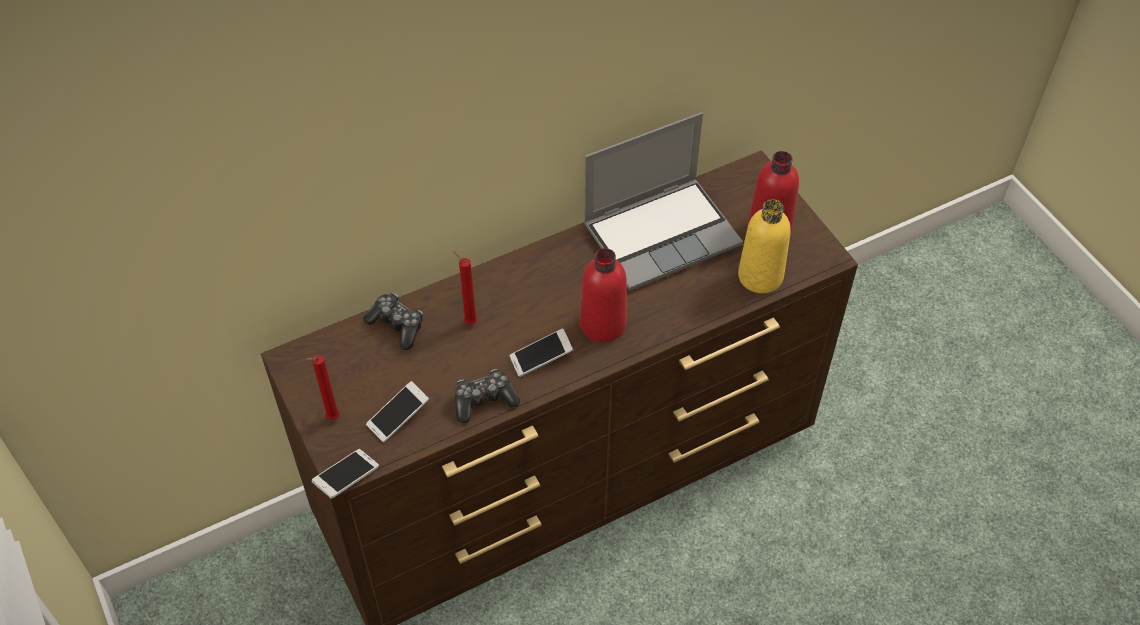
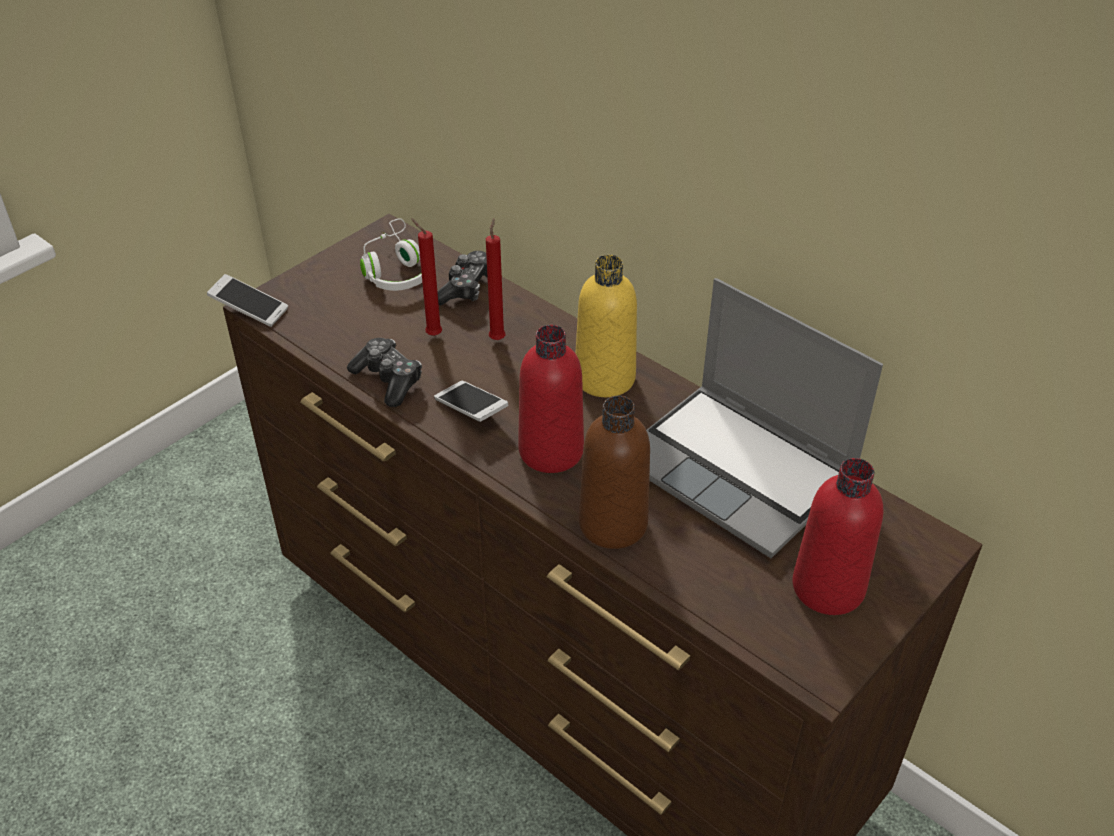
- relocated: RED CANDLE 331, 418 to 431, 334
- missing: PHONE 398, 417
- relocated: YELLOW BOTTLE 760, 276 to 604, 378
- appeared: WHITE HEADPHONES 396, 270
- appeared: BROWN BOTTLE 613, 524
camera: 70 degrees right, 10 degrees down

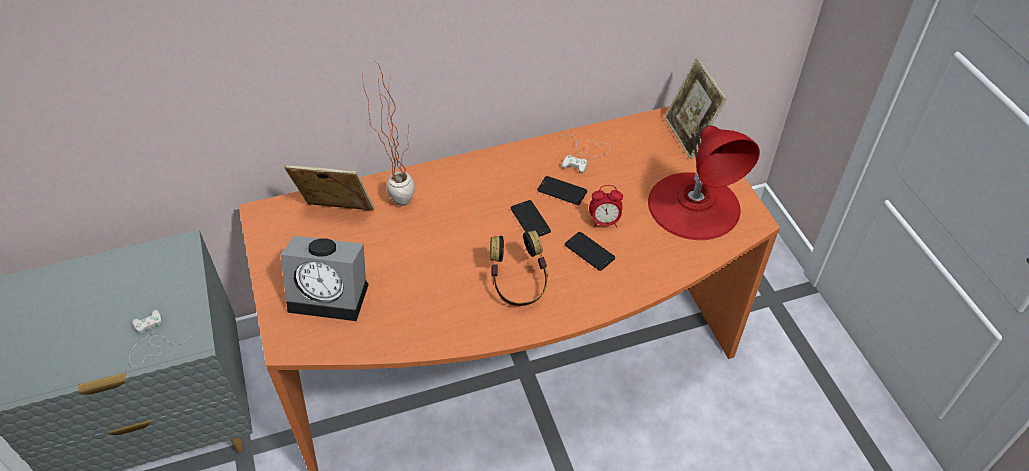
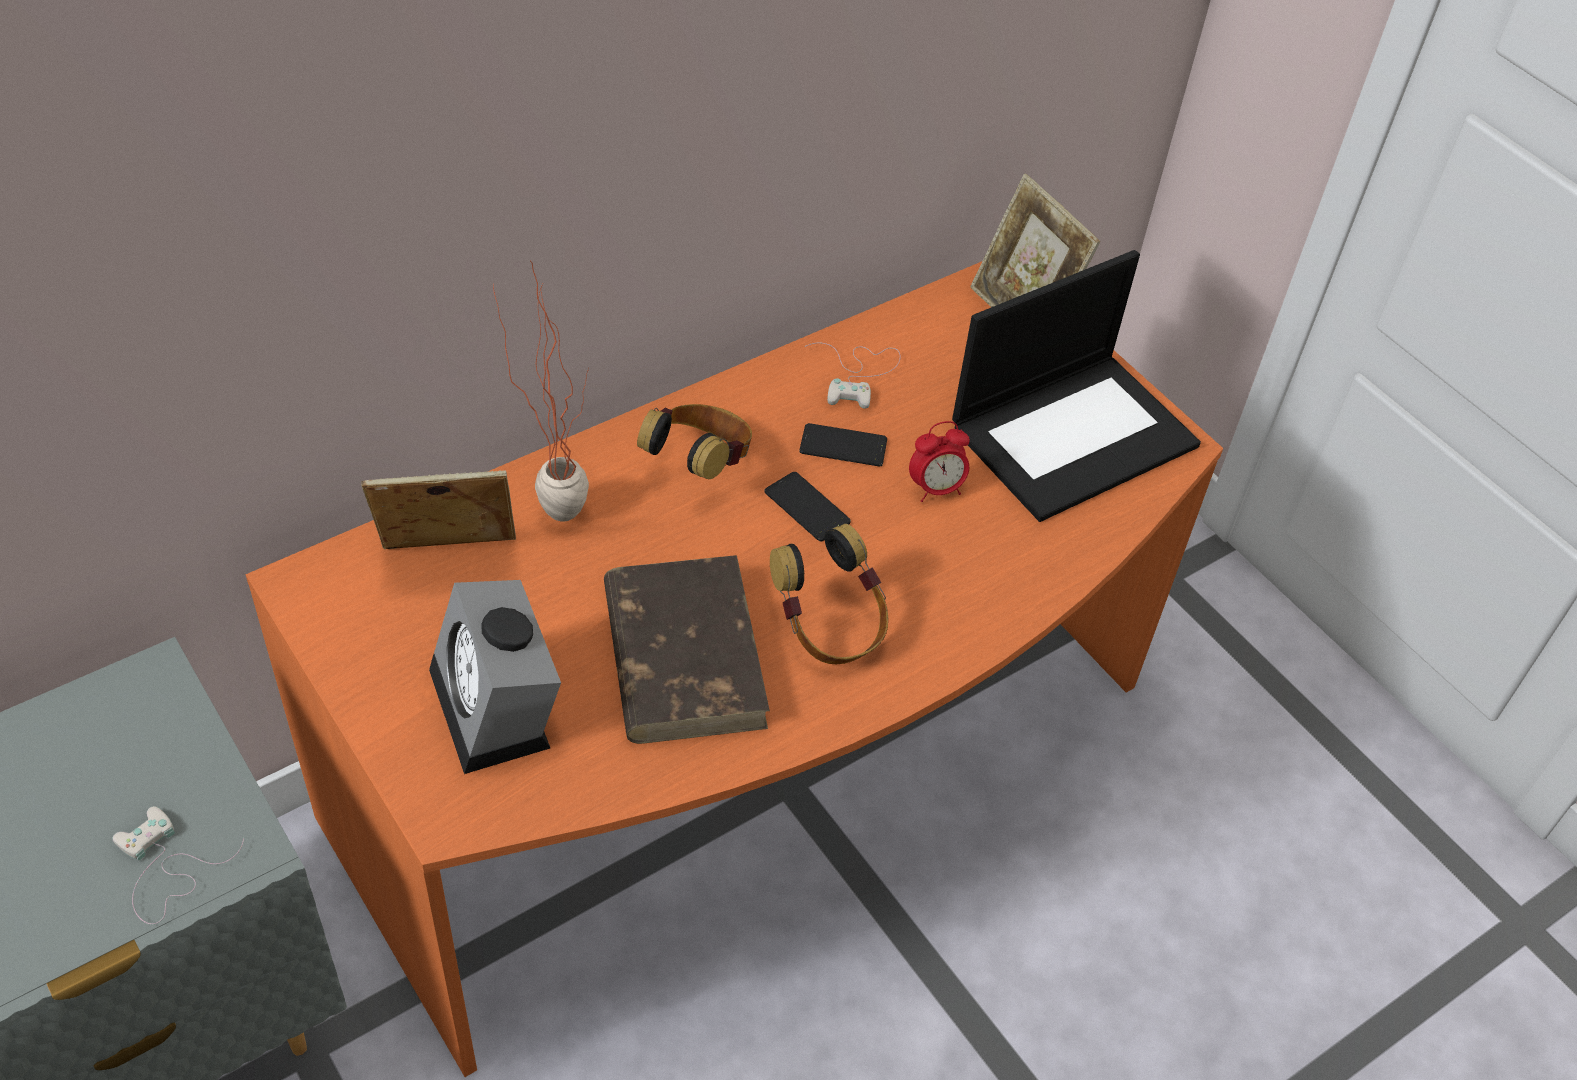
- spun: ALARM CLOCK 332, 295 = 498, 710 75 degrees clockwise
- missing: PHONE 589, 251
- exchanged: RED TABLE LAMP 694, 205 to LAPTOP 1074, 434
- appeared: BROWN BOOK 683, 654
- appeared: HEADPHONES 699, 464
camera: 20 degrees left, 0 degrees up

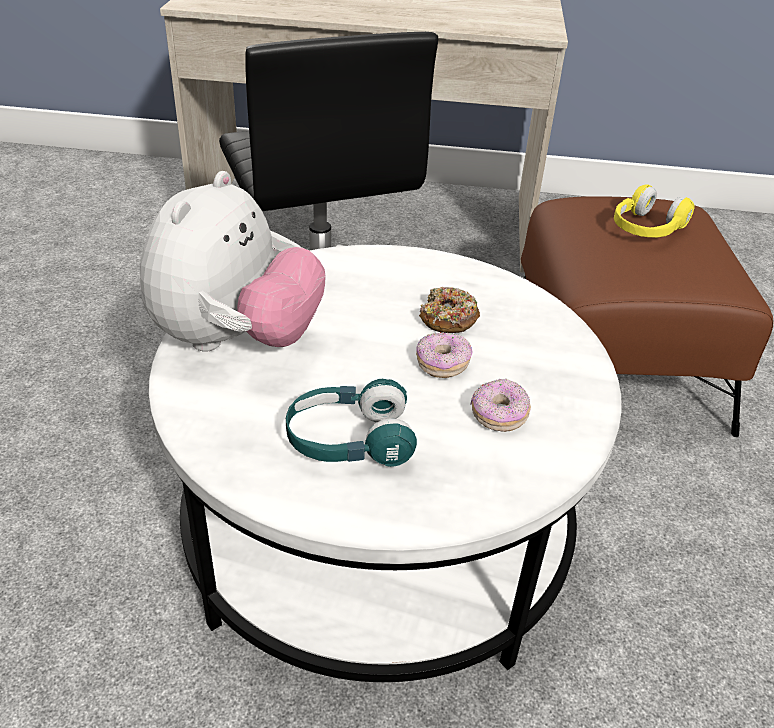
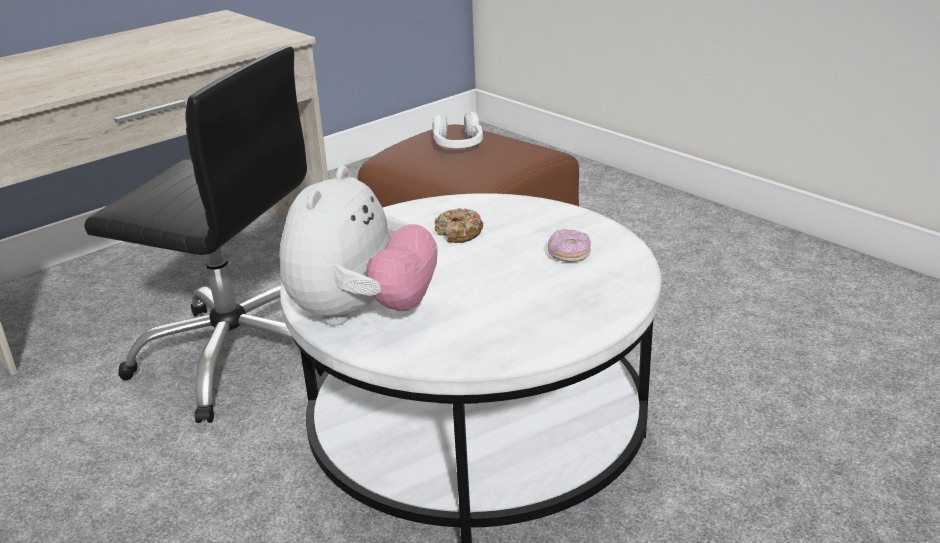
- spun: PLUSH TOY 237, 340 = 362, 314 45 degrees clockwise
- missing: TURQUOISE HEADPHONES 349, 441
- missing: DONUT 442, 364
- colour: YELLOW HEADPHONES 646, 229 to WHITE HEADPHONES 458, 145
camera: 45 degrees left, 10 degrees down

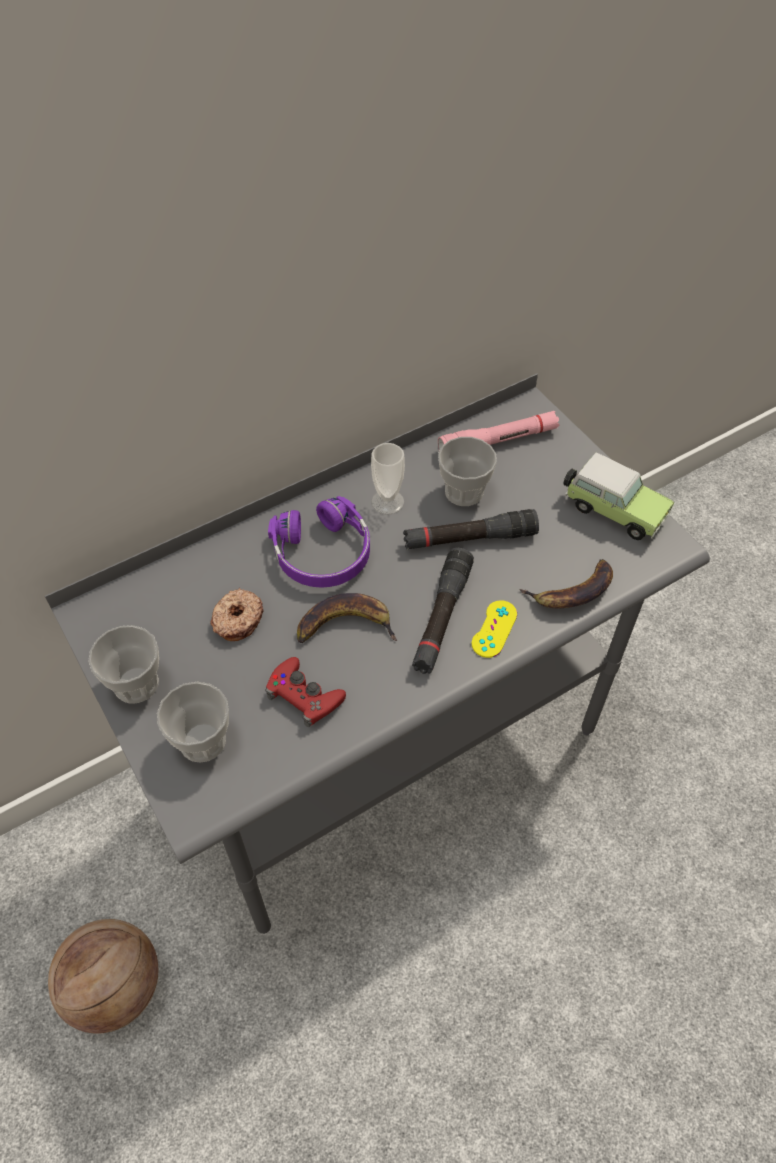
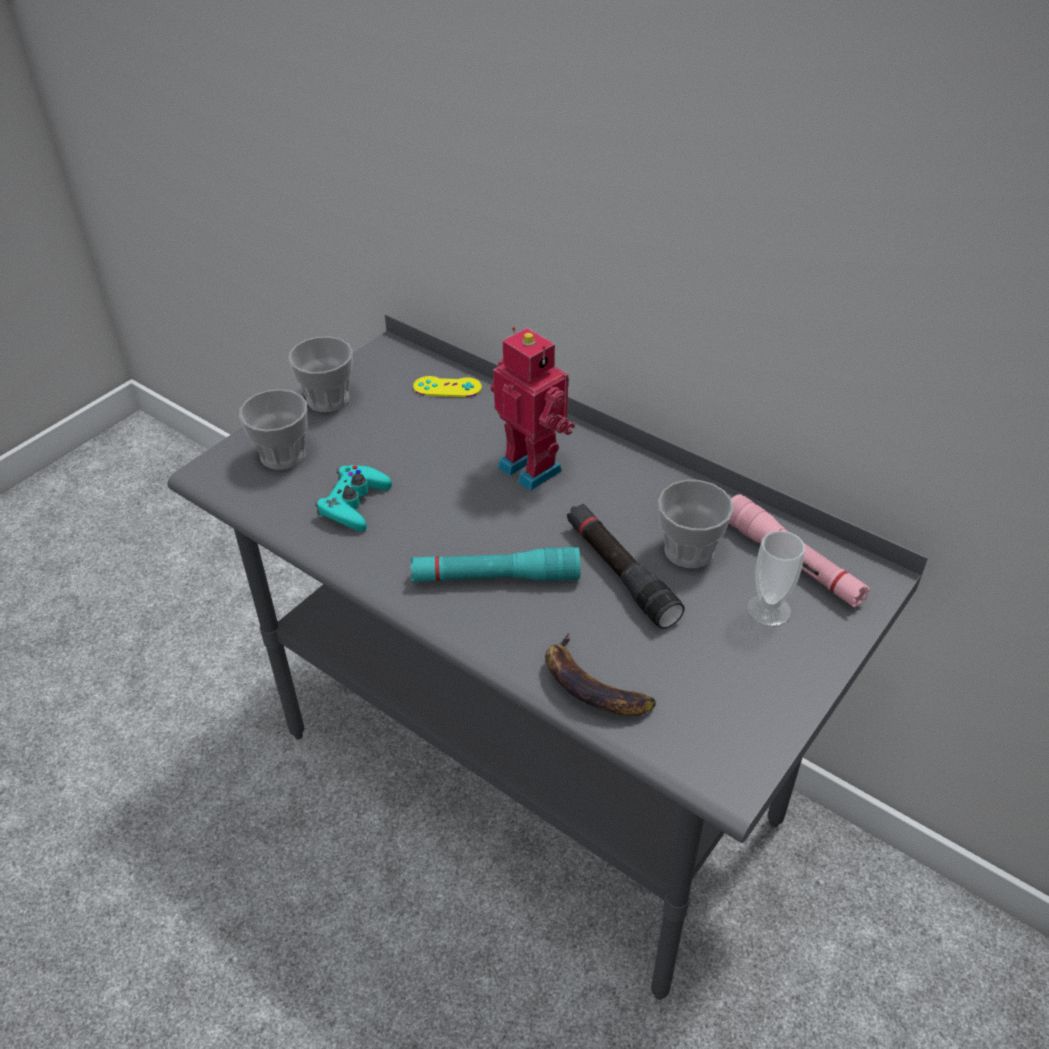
- missing: BASKETBALL 116, 987
- missing: DONUT 237, 619
- colour: RED GAME CONTROLLER 304, 696 to TURQUOISE GAME CONTROLLER 354, 503
- exchanged: PURPLE HEADPHONES 323, 554 to TOY ROBOT 533, 467
- missing: BANANA 345, 625
- relocated: CUP 387, 502 to 768, 610
- colour: BLACK FLASHLIGHT 441, 617 to TURQUOISE FLASHLIGHT 495, 577
- relocated: YELLOW GAME CONTROLLER 494, 629 to 447, 387
- missing: TOY CAR 612, 510
camera: 70 degrees right, 10 degrees down

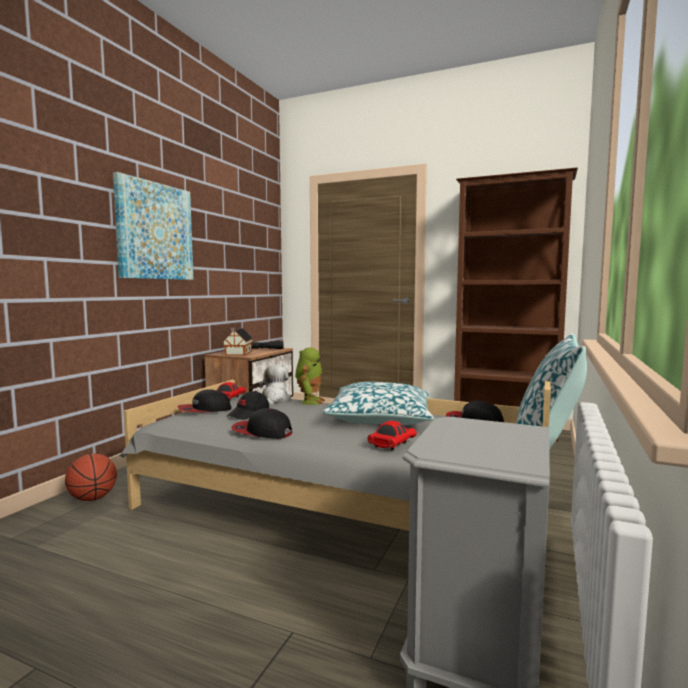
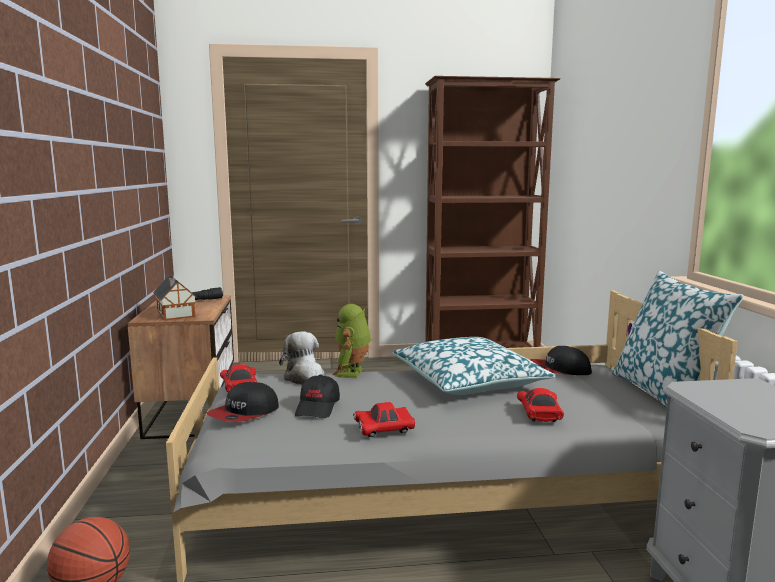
- missing: PICTURE 154, 231
- exchanged: CAP 261, 432 to RED TOY CAR 384, 431
- spun: TOY ROBOT 309, 401 = 352, 373 150 degrees counterclockwise
camera: 30 degrees left, 5 degrees up

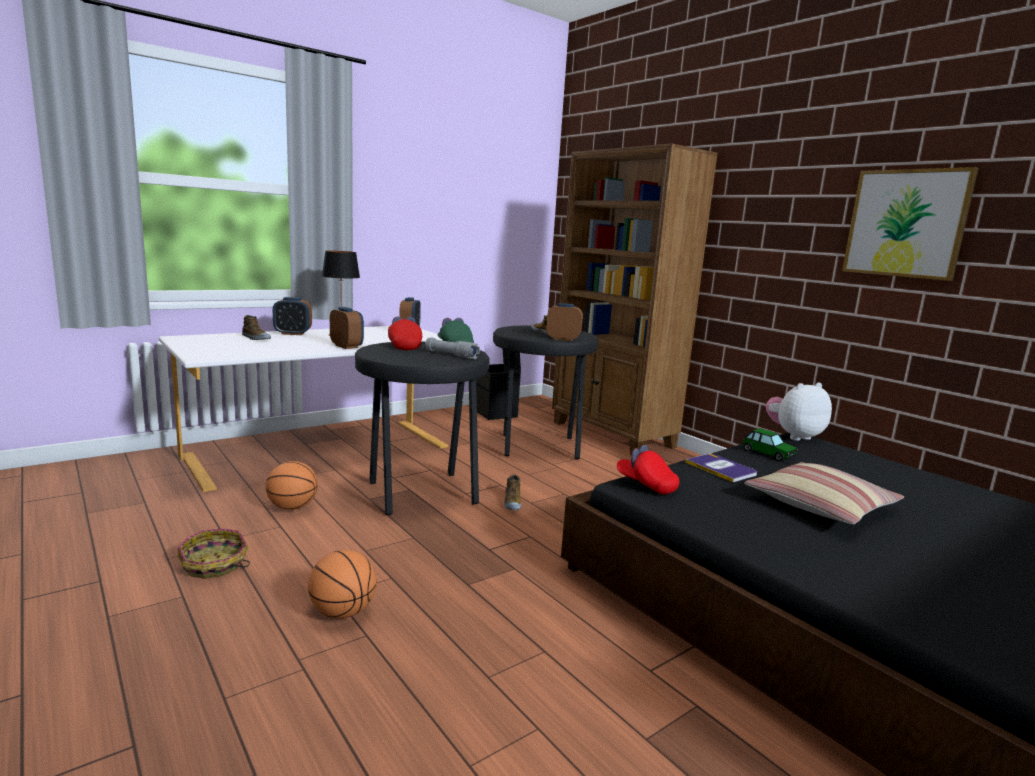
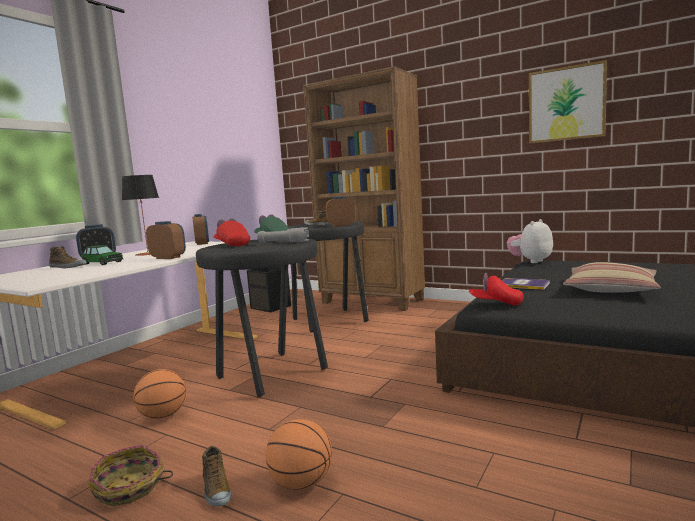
- relocated: SHOE 512, 503 to 216, 490
- relocated: TOY CAR 768, 453 to 102, 263
camera: 20 degrees left, 5 degrees down

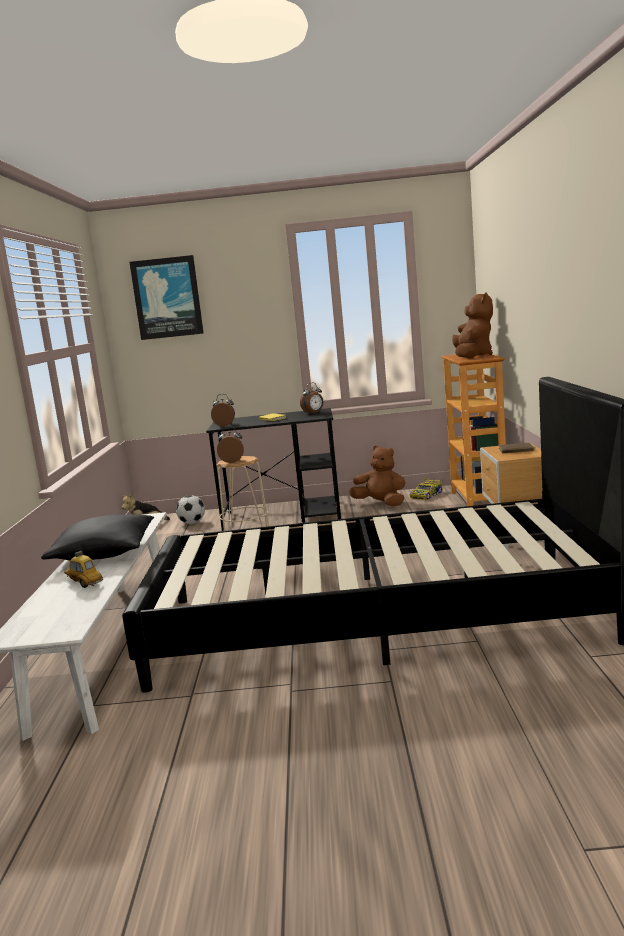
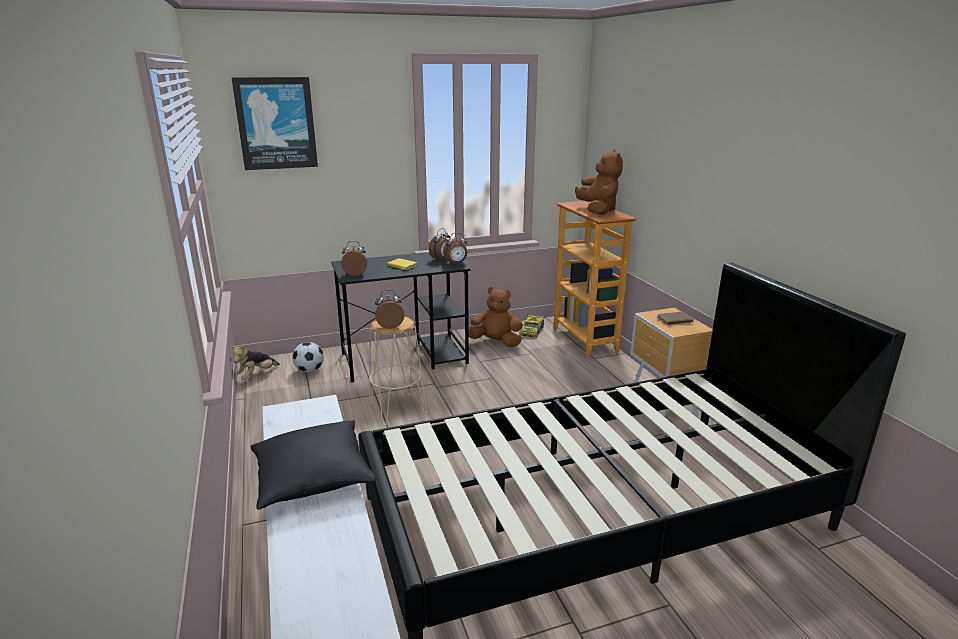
- missing: TOY CAR 84, 583
- appeared: ALARM CLOCK 456, 263
camera: 20 degrees left, 10 degrees up

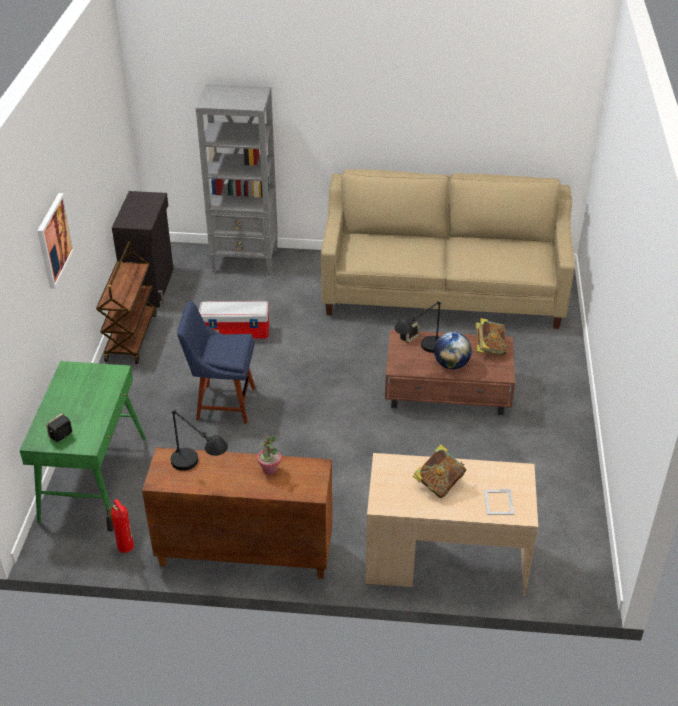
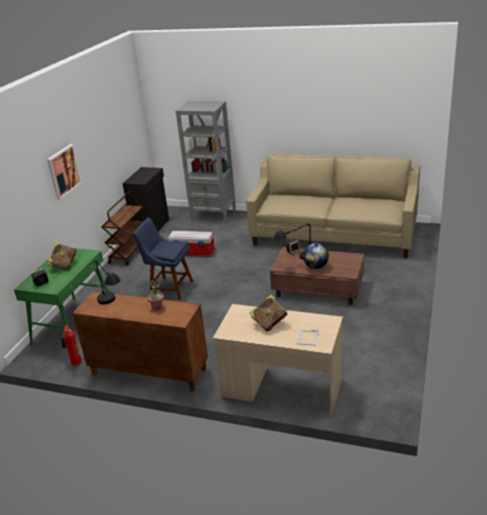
- relocated: BOOK 489, 348 to 64, 265
camera: 15 degrees right, 10 degrees down

